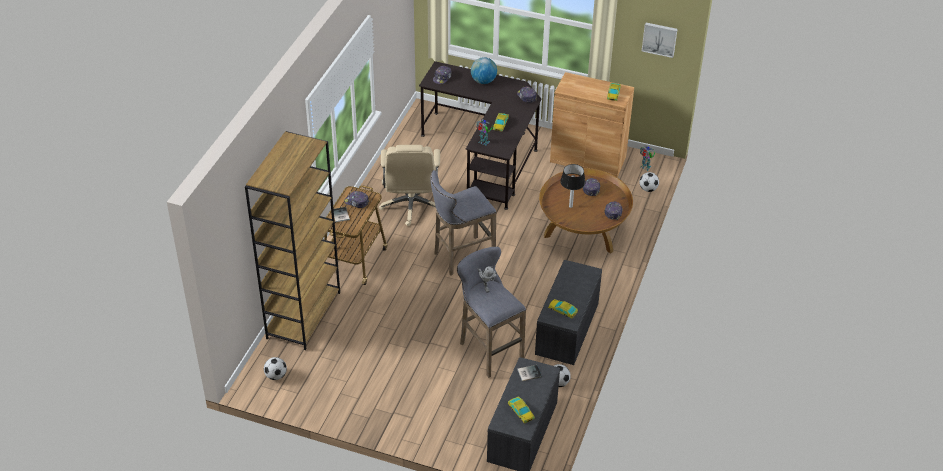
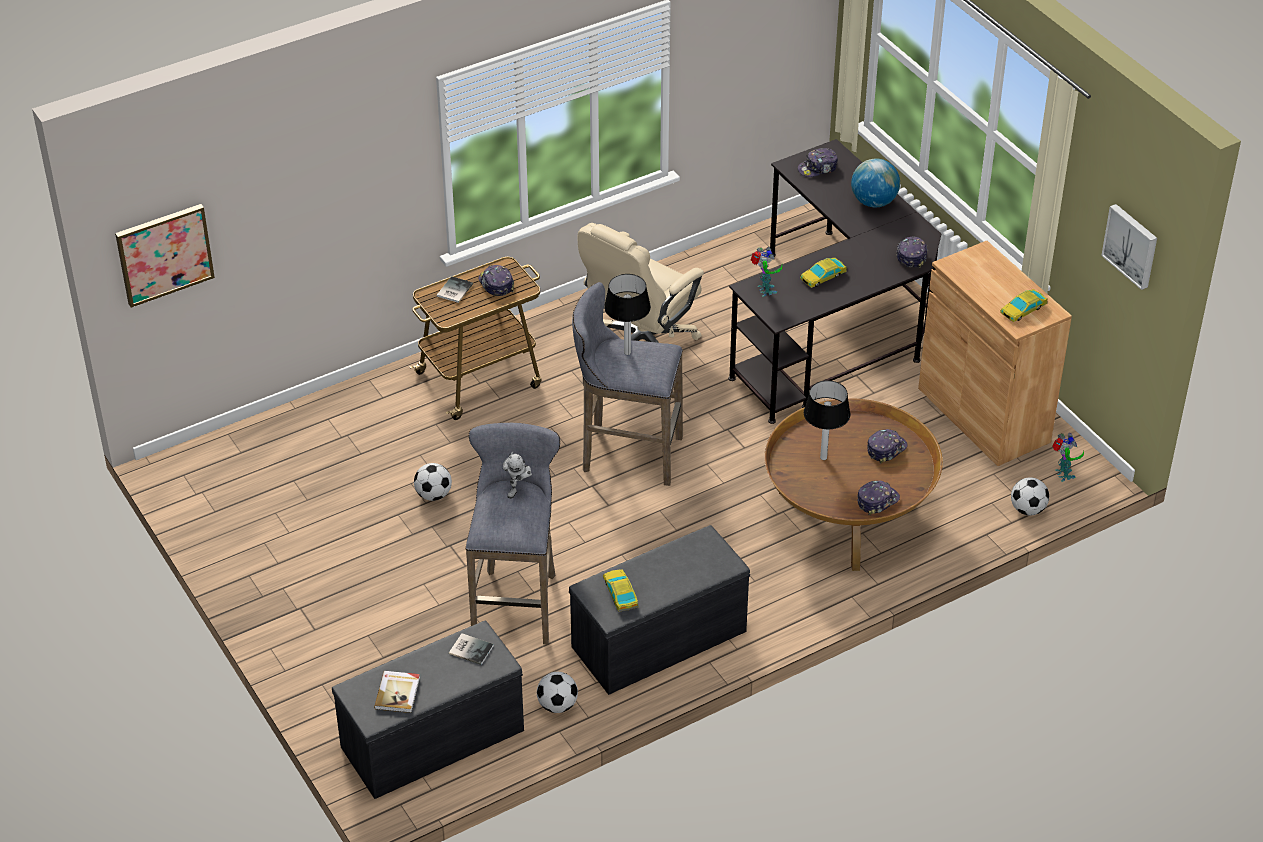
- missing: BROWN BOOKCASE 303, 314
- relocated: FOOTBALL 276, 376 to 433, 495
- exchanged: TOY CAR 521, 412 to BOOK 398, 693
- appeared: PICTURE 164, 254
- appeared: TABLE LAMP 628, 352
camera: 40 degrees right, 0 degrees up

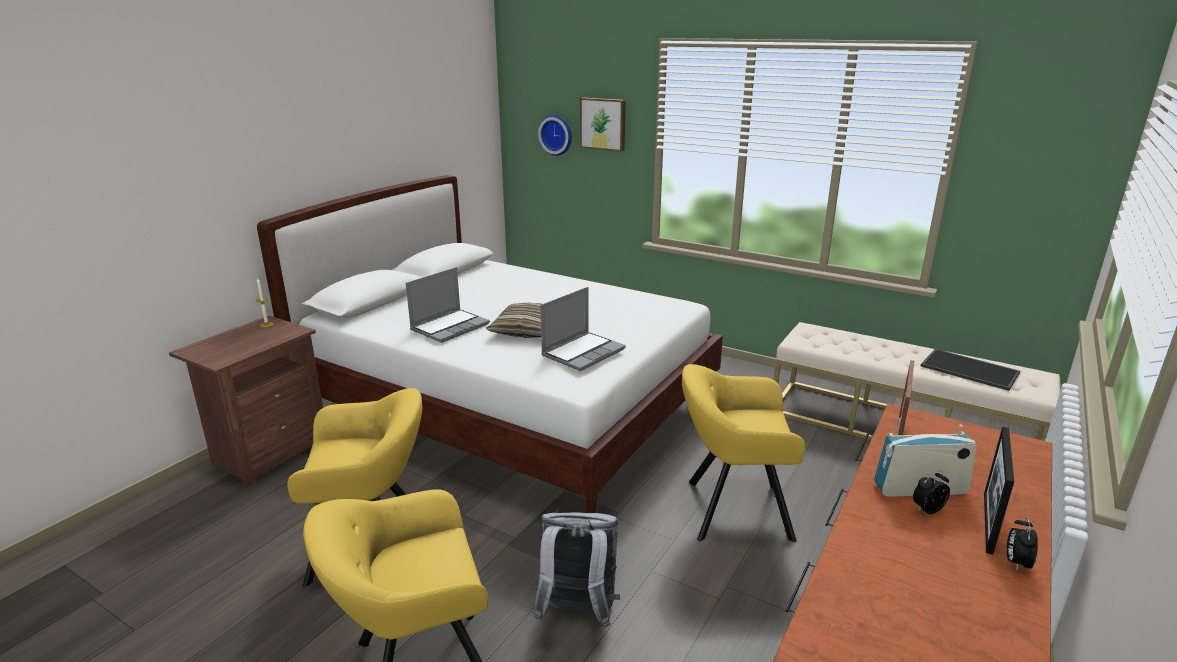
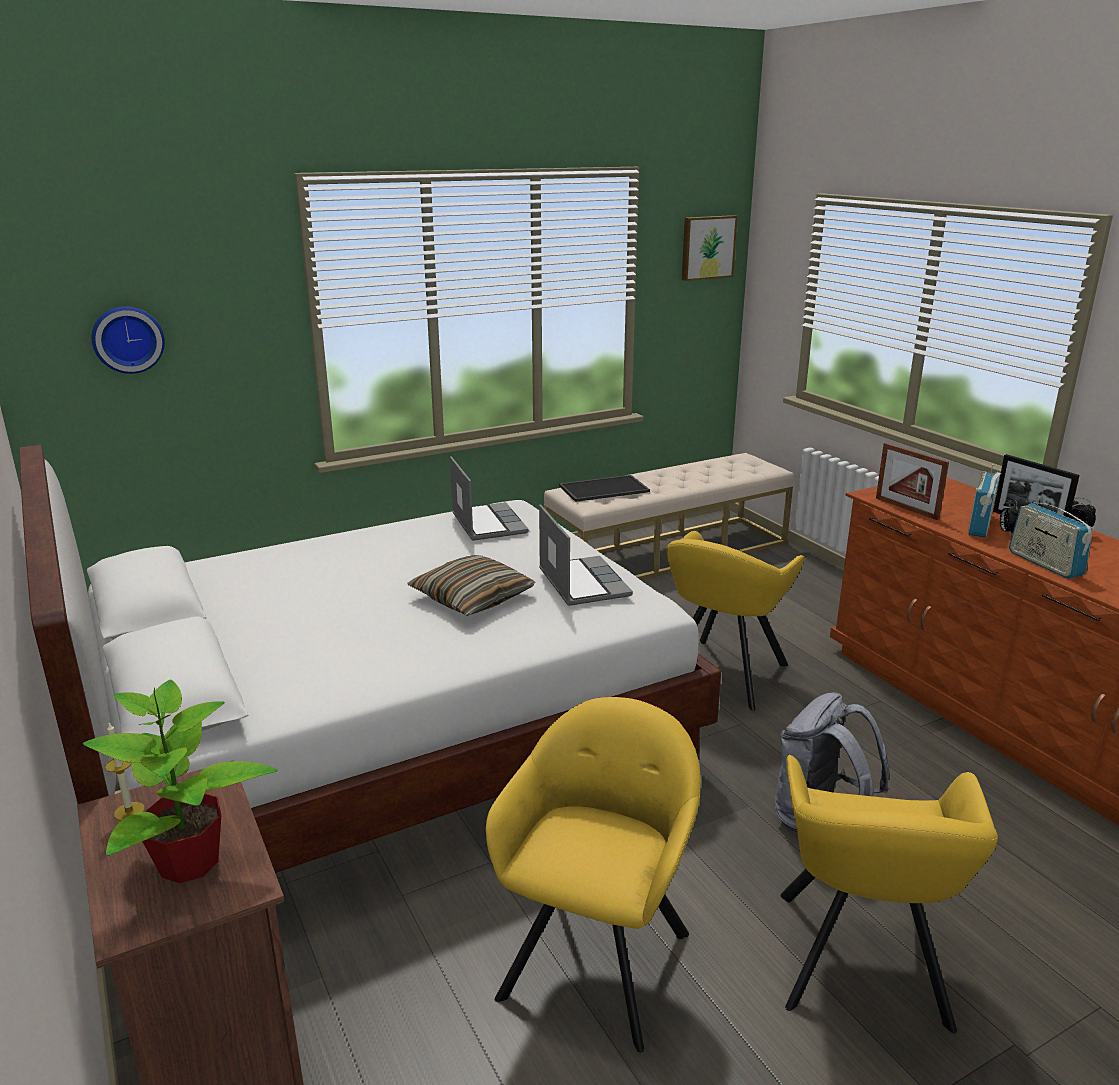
- relocated: LAPTOP 450, 327 to 487, 523
- relocated: PICTURE 603, 124 to 707, 247
- relocated: TRAY 970, 369 to 604, 488
- appeared: POTTED PLANT 190, 863
- appeared: RADIO 1044, 564
camera: 60 degrees left, 0 degrees up

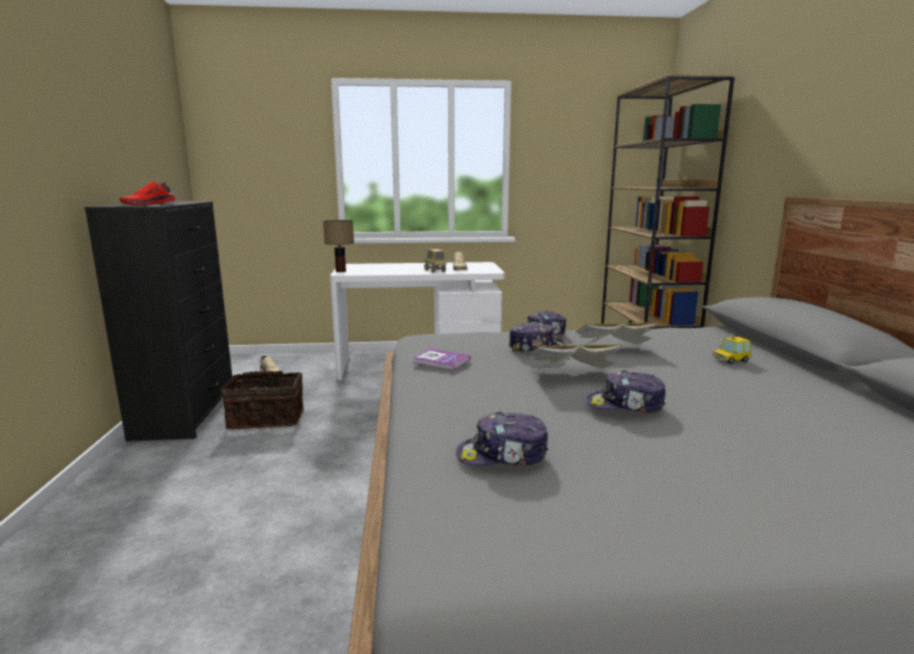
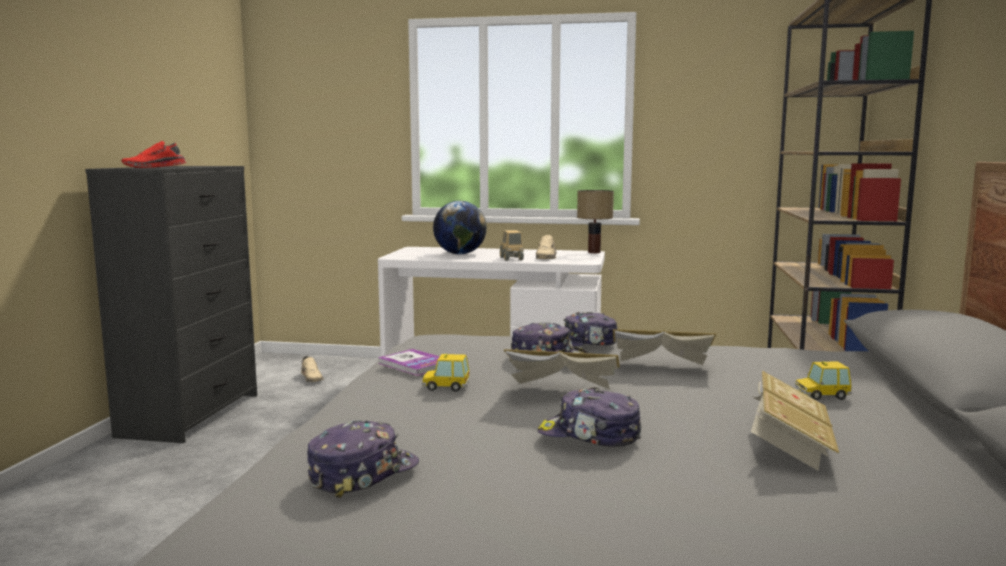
- missing: BASKET 267, 418
- relocated: TABLE LAMP 340, 271 to 594, 252
- spun: CAP 502, 455 = 362, 473 120 degrees clockwise
- appeared: TOY CAR 446, 386
- appeared: GLOBE 460, 254
- appeared: BOOK 789, 446
camera: 15 degrees right, 5 degrees down

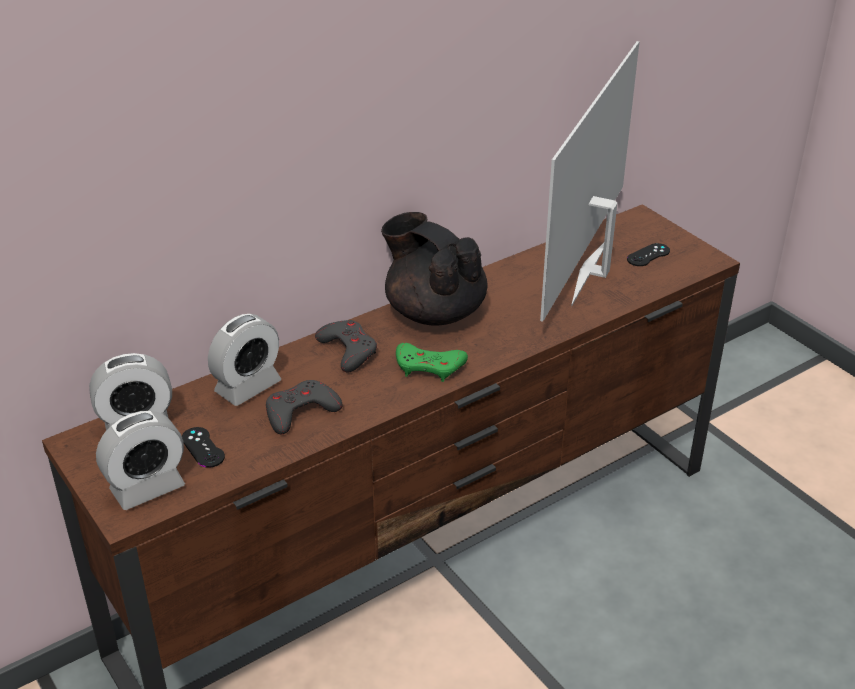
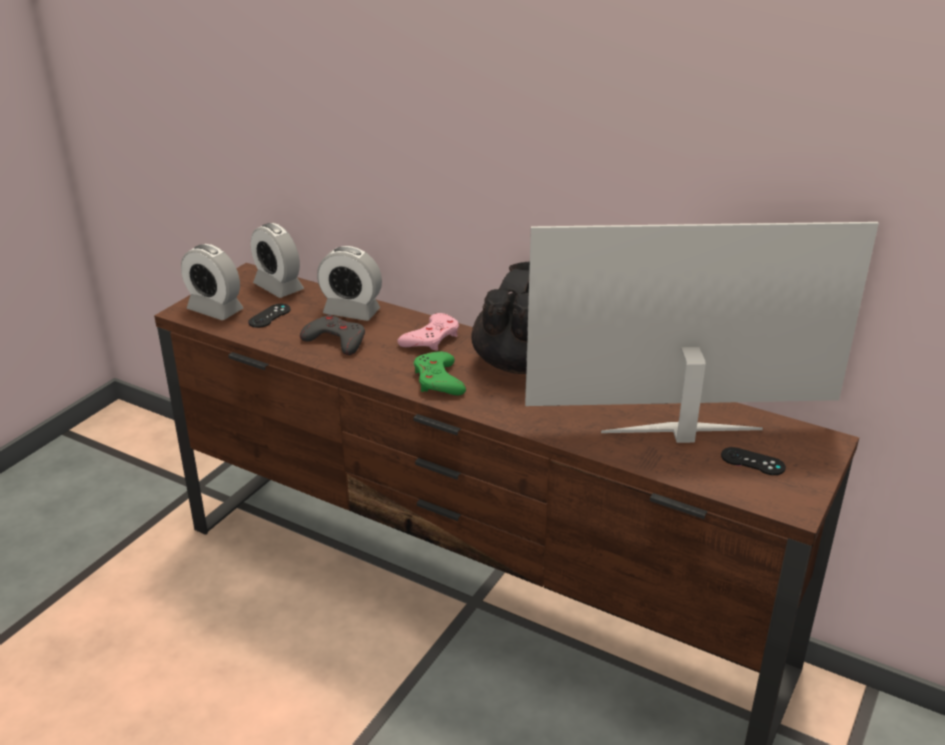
- colour: GREY GAME CONTROLLER 348, 350 to PINK GAME CONTROLLER 431, 338
camera: 65 degrees right, 5 degrees down

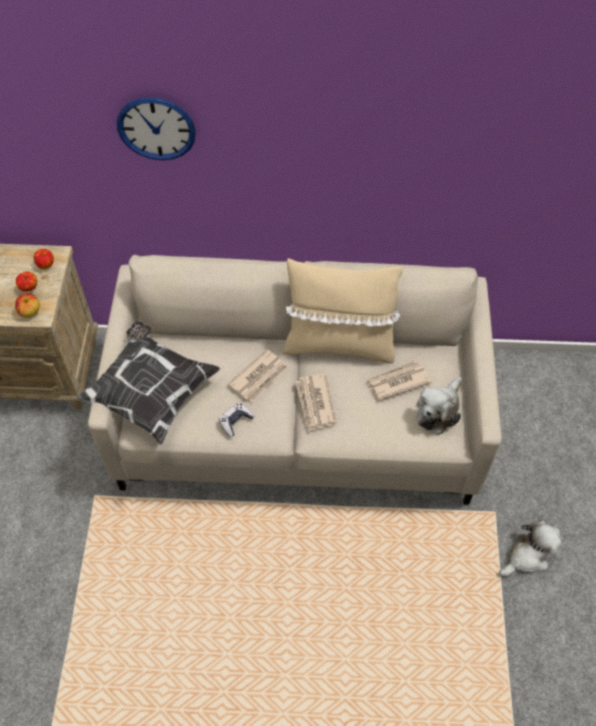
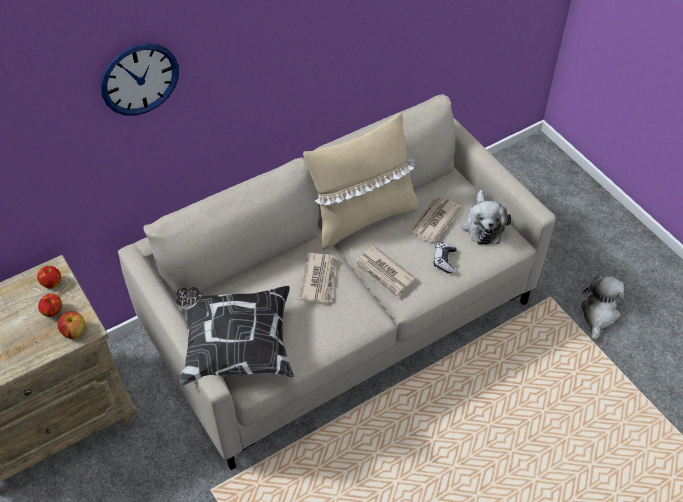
- relocated: GAME CONTROLLER 235, 421 to 444, 260
camera: 35 degrees left, 5 degrees down

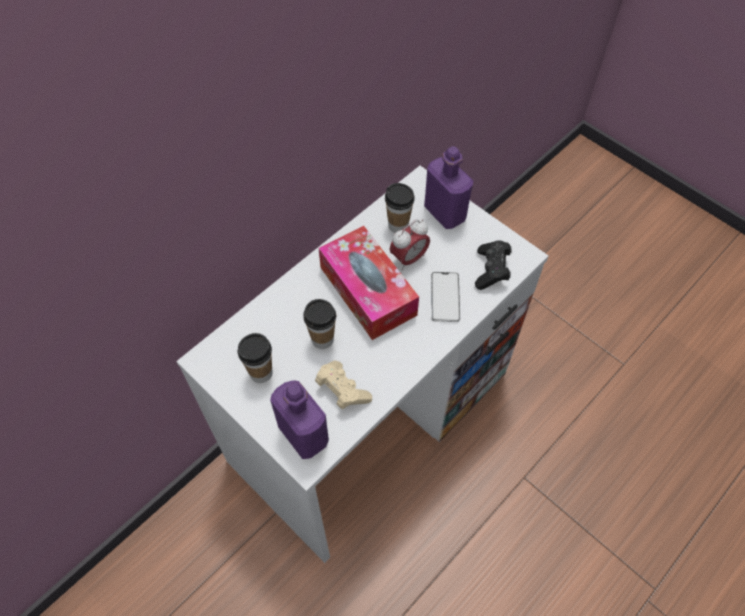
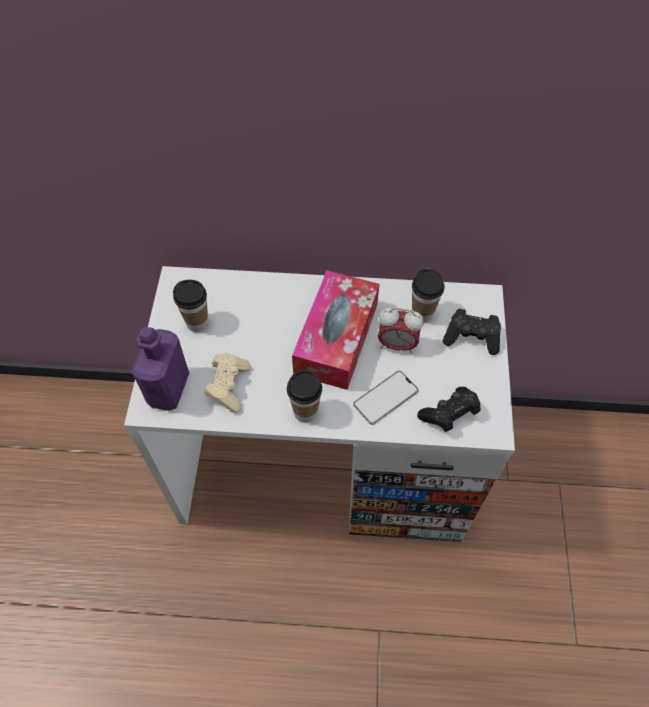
- relocated: CUP 322, 339 to 305, 412
- exchanged: PURPLE BOTTLE 445, 213 to BLACK GAME CONTROLLER 471, 338
camera: 50 degrees right, 0 degrees up

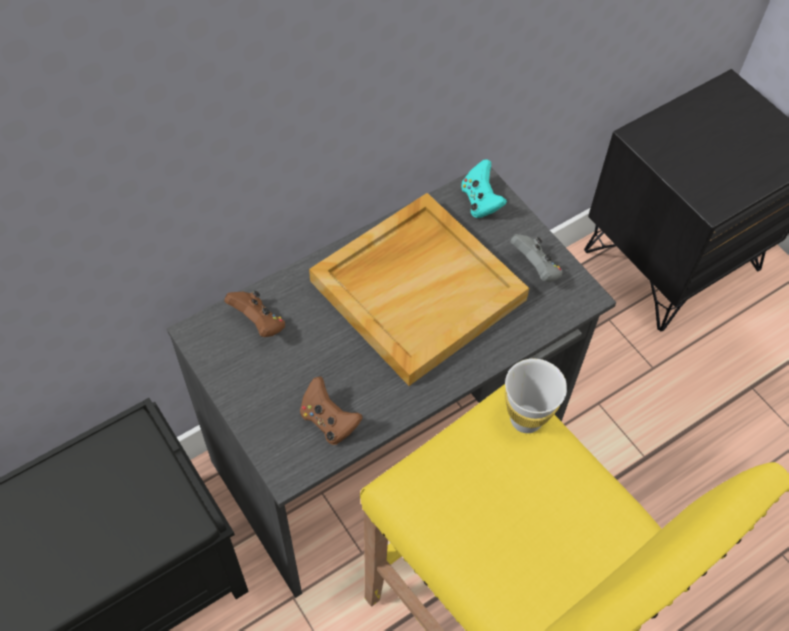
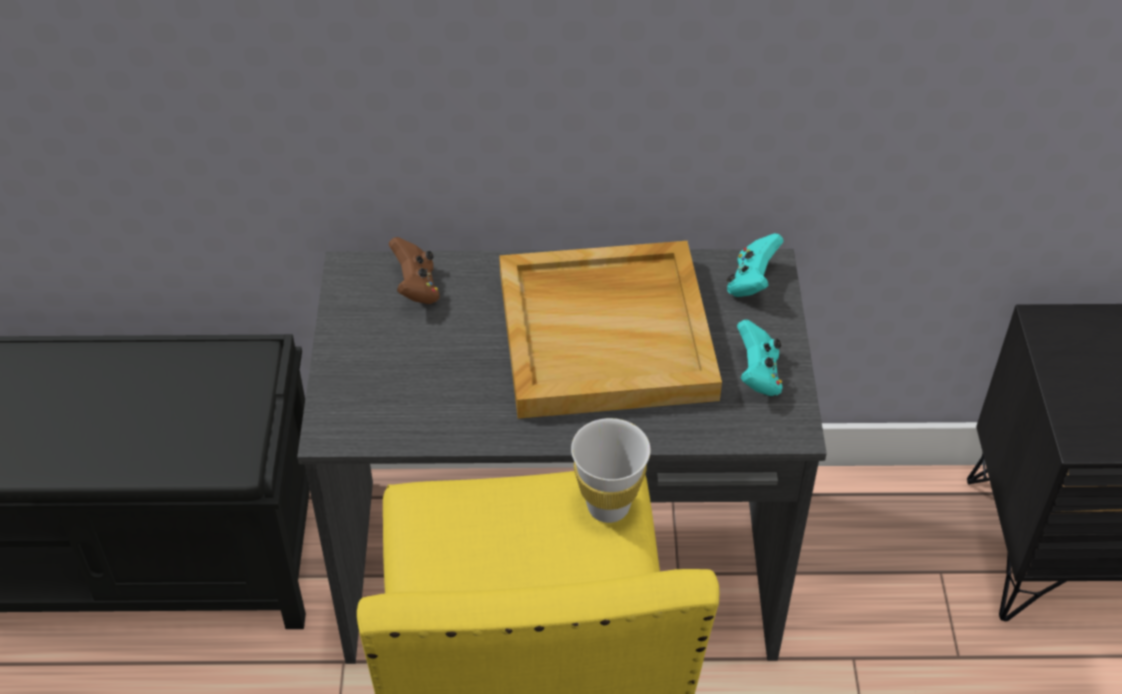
- missing: BROWN GAME CONTROLLER 329, 421
- colour: GREY GAME CONTROLLER 535, 268 to TURQUOISE GAME CONTROLLER 758, 375
camera: 35 degrees right, 10 degrees down

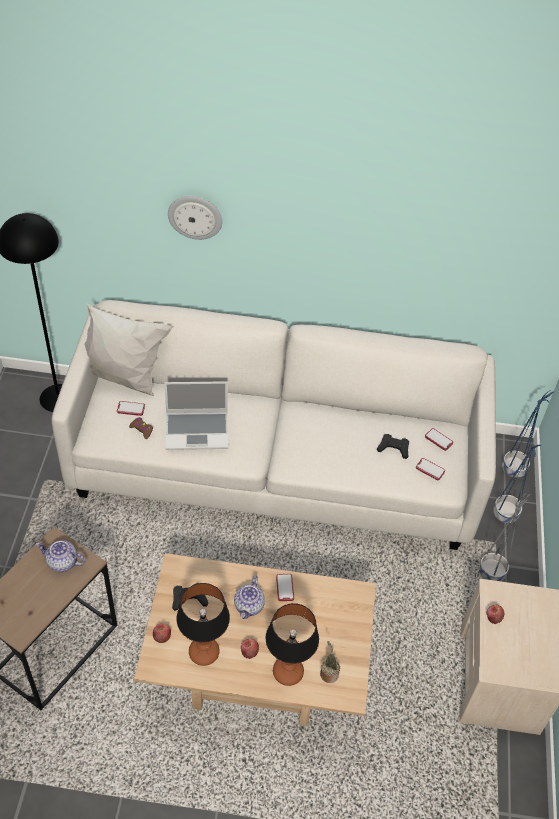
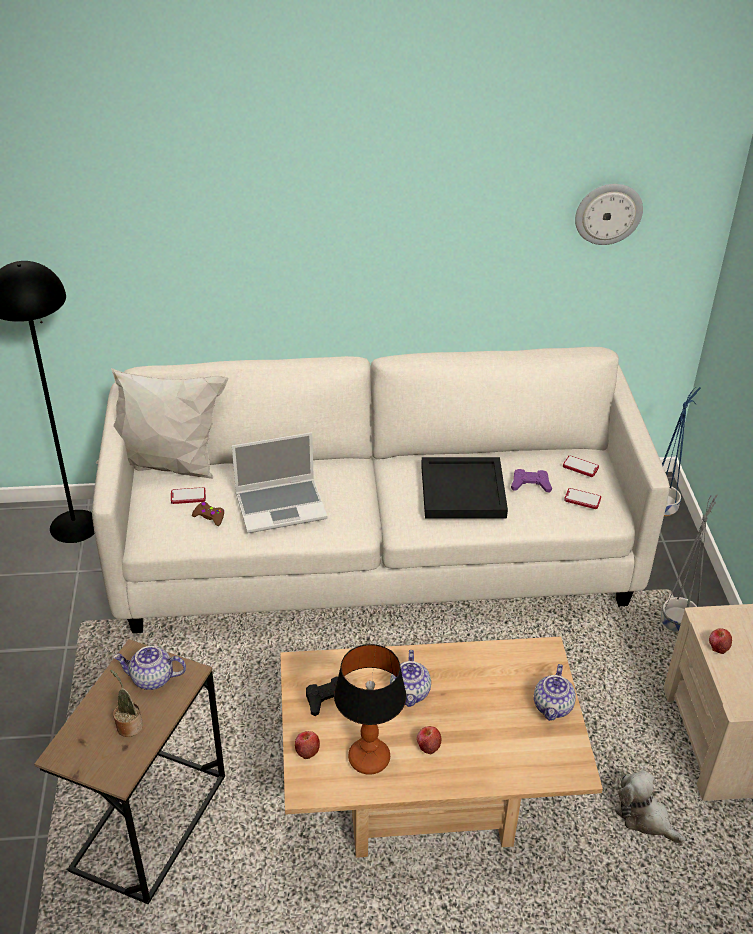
- relocated: WALL CLOCK 195, 216 to 608, 213
- missing: TABLE LAMP 288, 672
- missing: PHONE 285, 588
- relocated: POTTED PLANT 328, 673 to 128, 725
- colour: BLACK GAME CONTROLLER 393, 448 to PURPLE GAME CONTROLLER 530, 484
- missing: BLUE PLANTER 505, 514
- appeared: BLACK TRAY 463, 490
- appeared: TEAPOT 553, 707
- appeared: PLUSH TOY 644, 818
camera: 10 degrees left, 10 degrees down

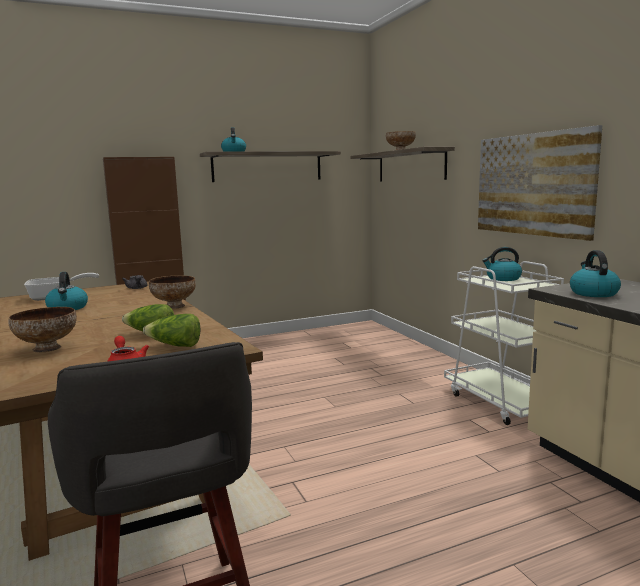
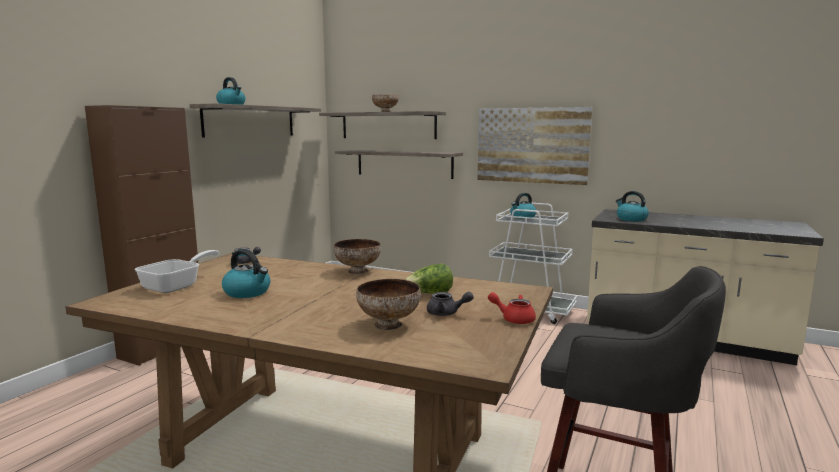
- missing: LETTUCE 175, 346
- appeared: SHELF 404, 163
- appeared: GREY TEAPOT 446, 313
camera: 40 degrees left, 0 degrees up

